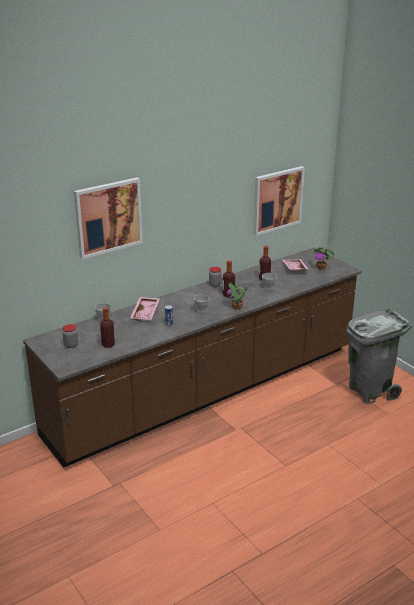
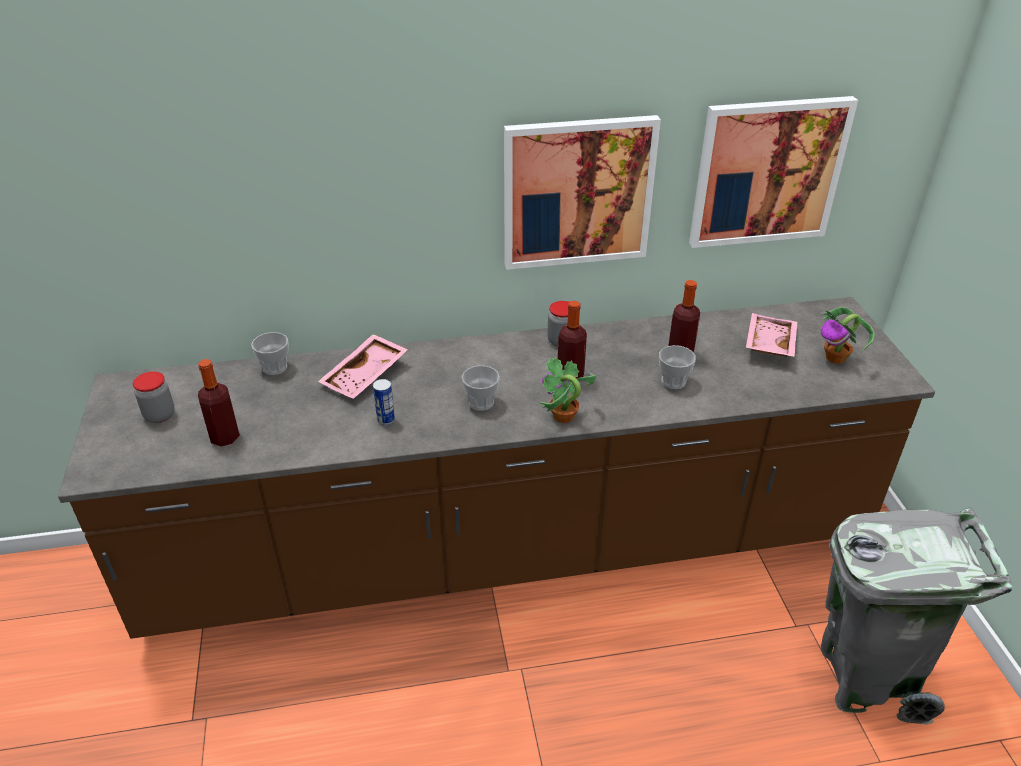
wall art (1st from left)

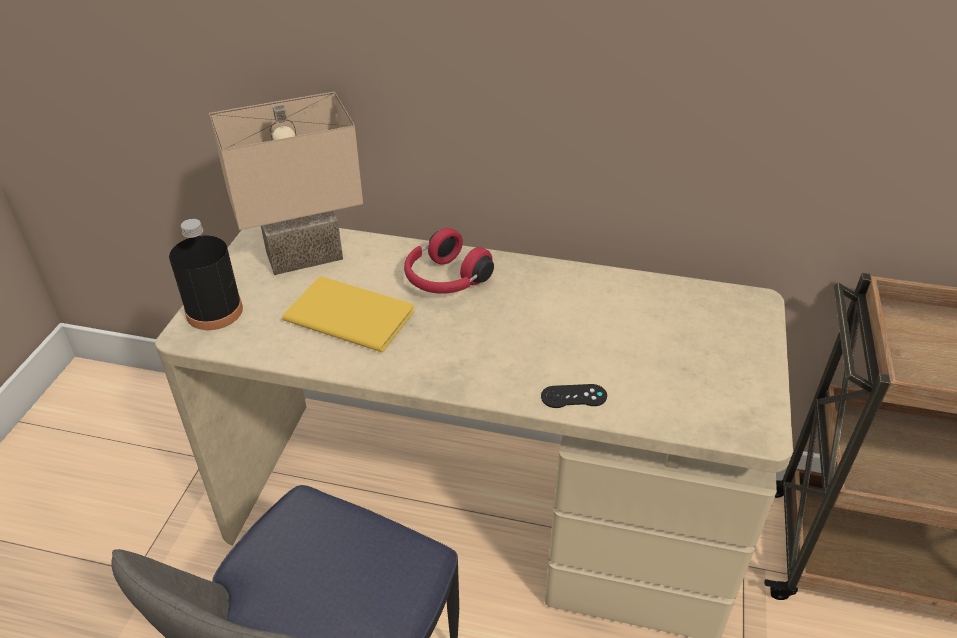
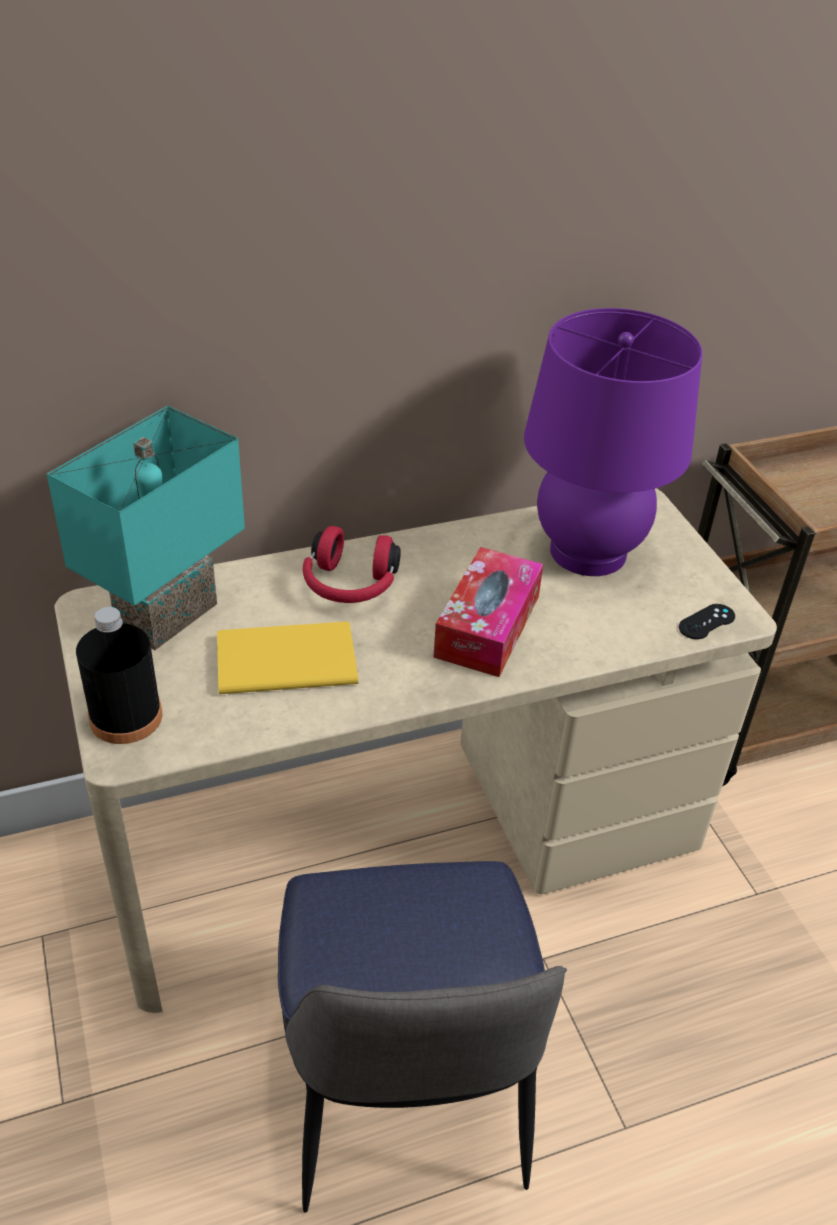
turquoise tabletop lamp
black game controller
tissue box
purple-coloured tabletop lamp

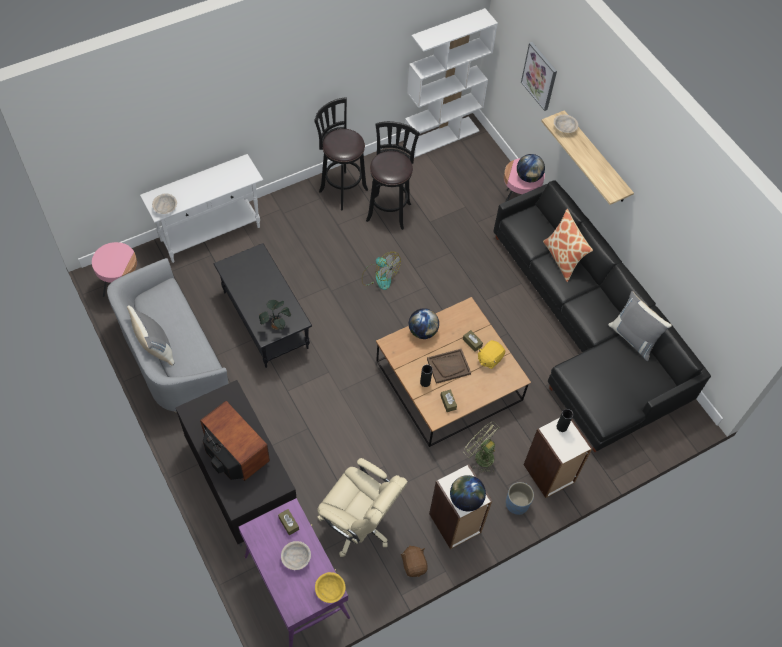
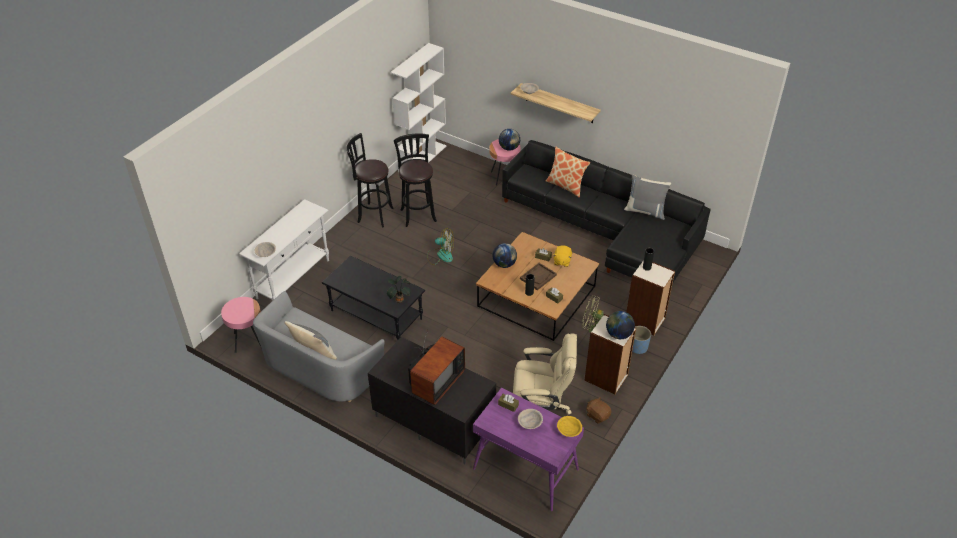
television
wall art

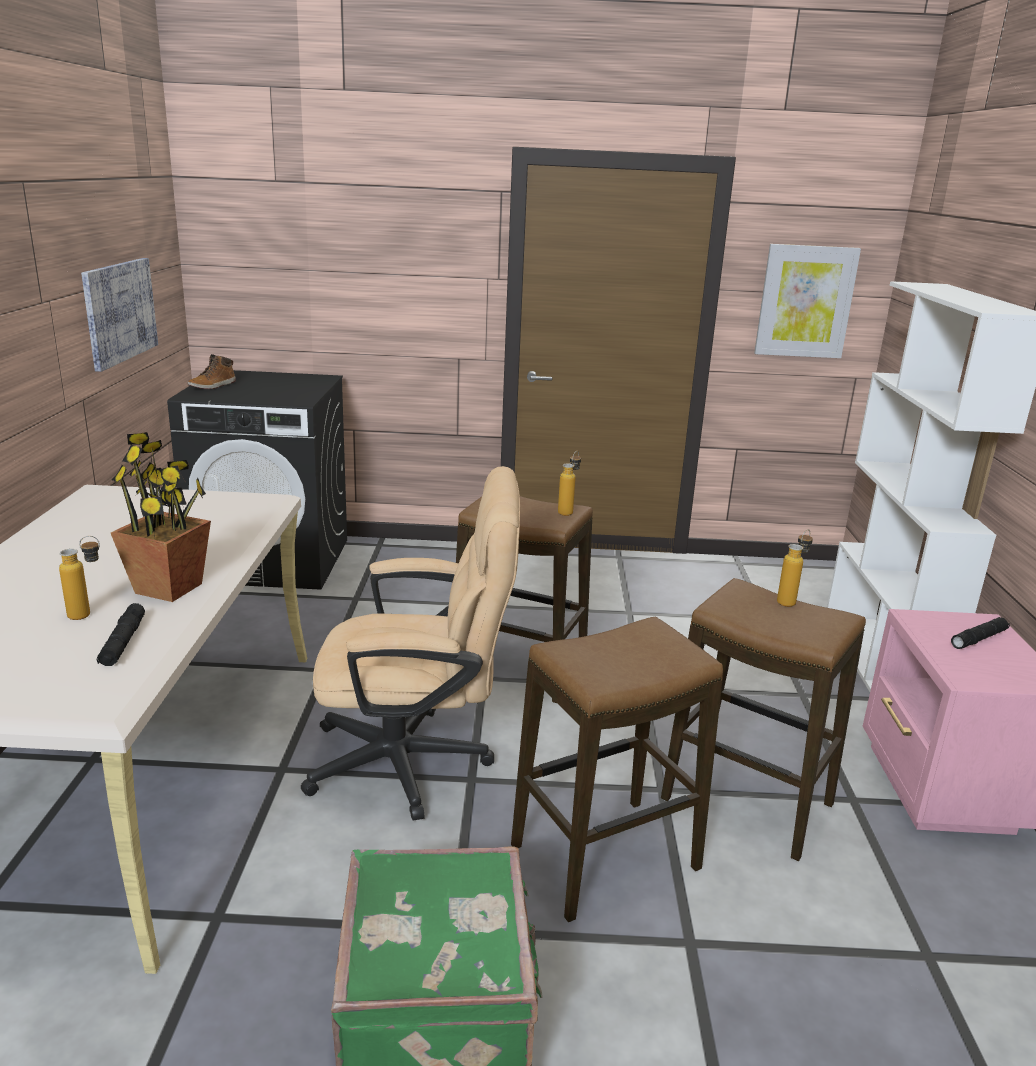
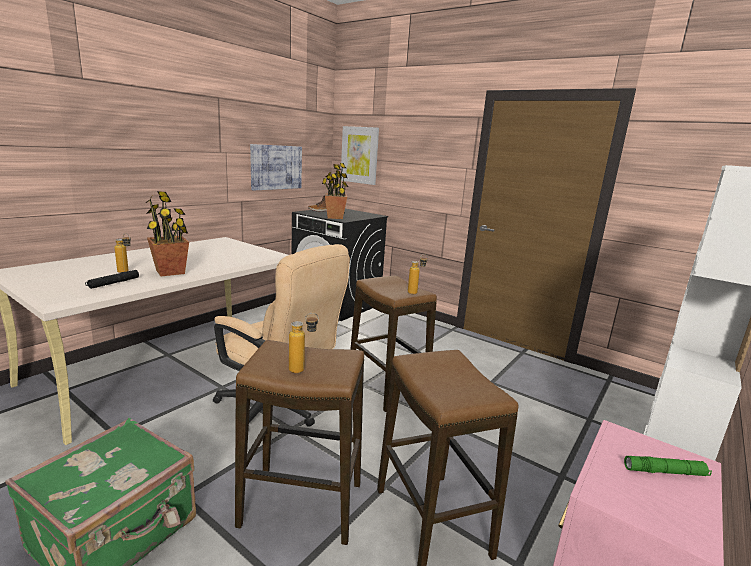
wall art (2nd from left)
beverage bottle (2nd from left)
greenish flashlight
houseplant (2nd from left)

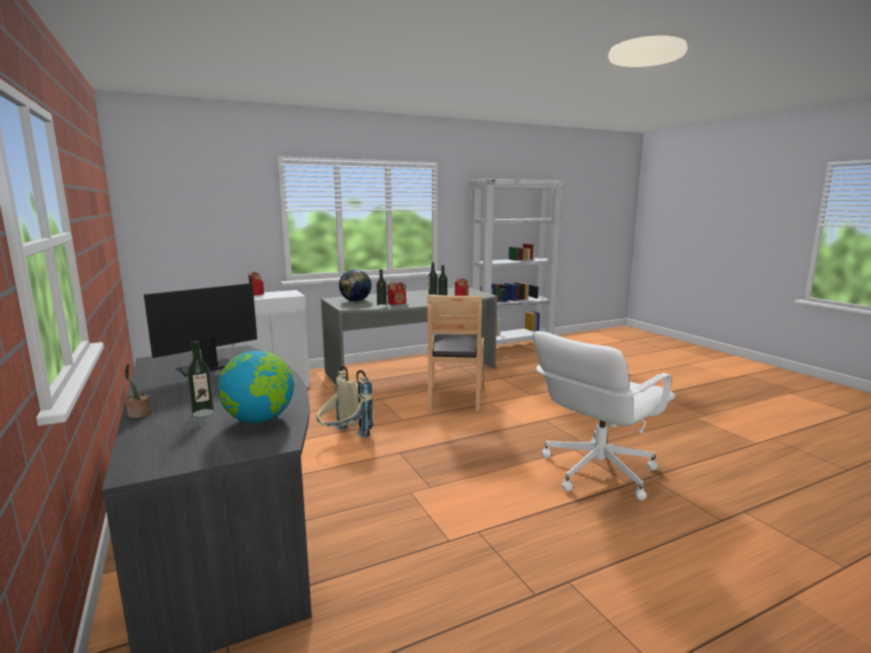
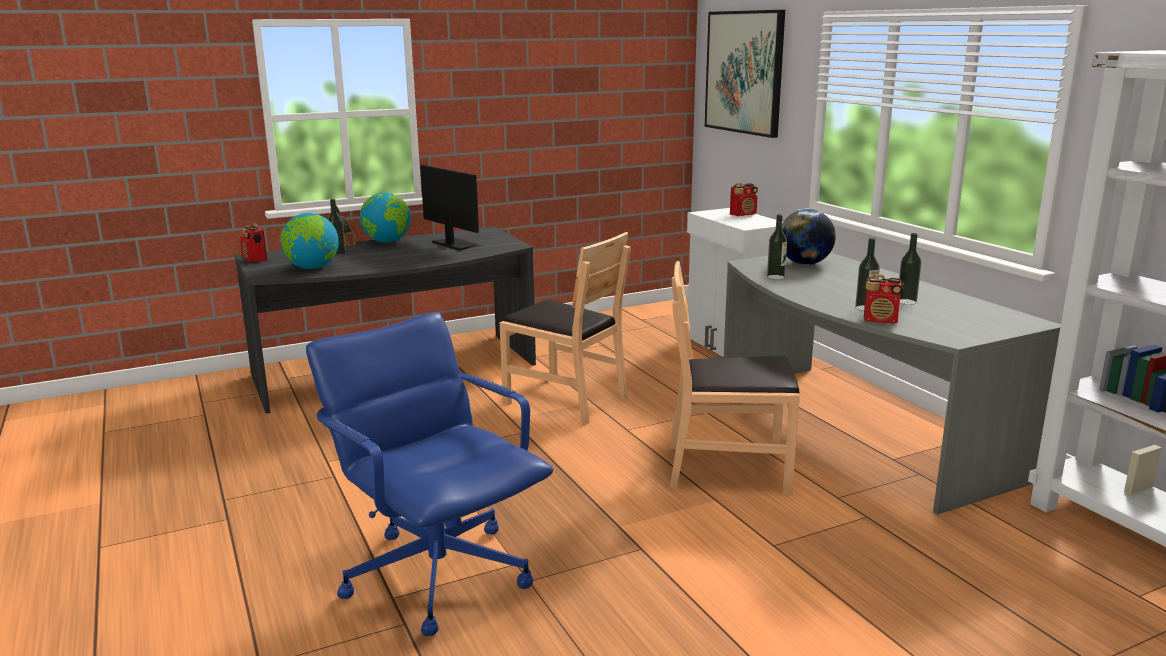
brownish plain chair (1st from left)
radio (1st from left)
bluish desk chair
globe (2nd from left)
wall art

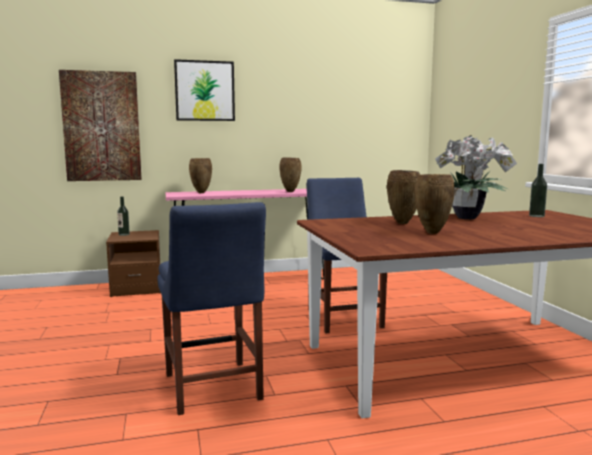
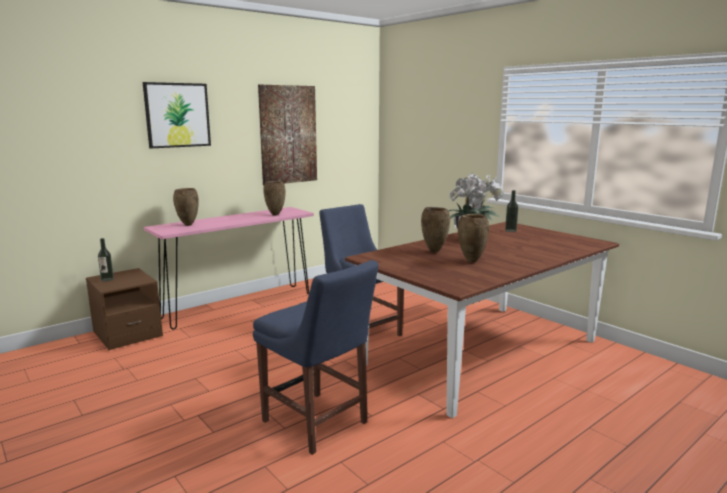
wall art (2nd from left)

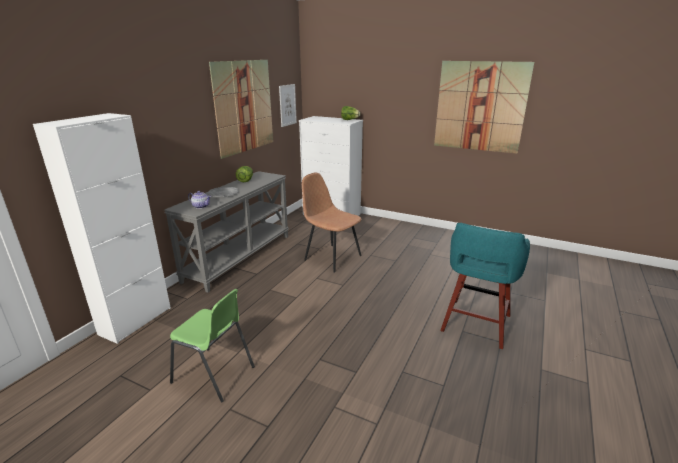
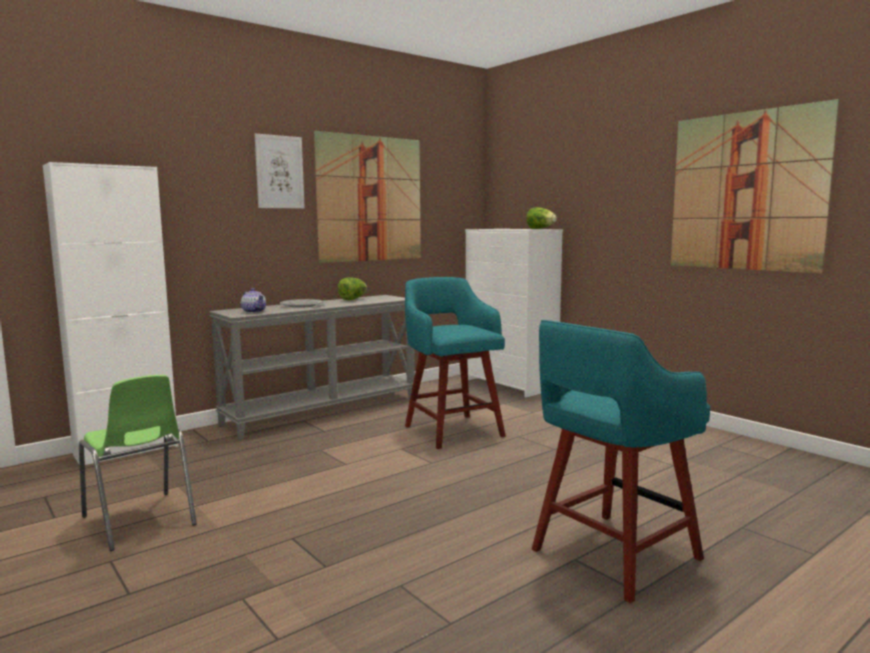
wall art (1st from left)
turquoise stool (1st from left)

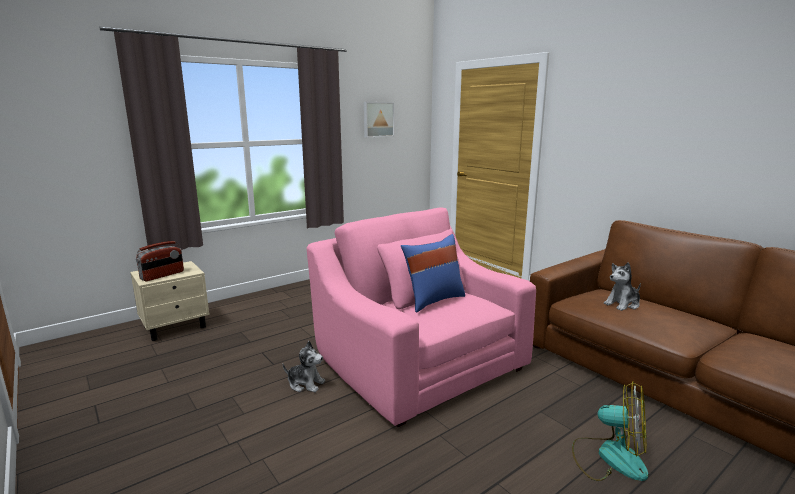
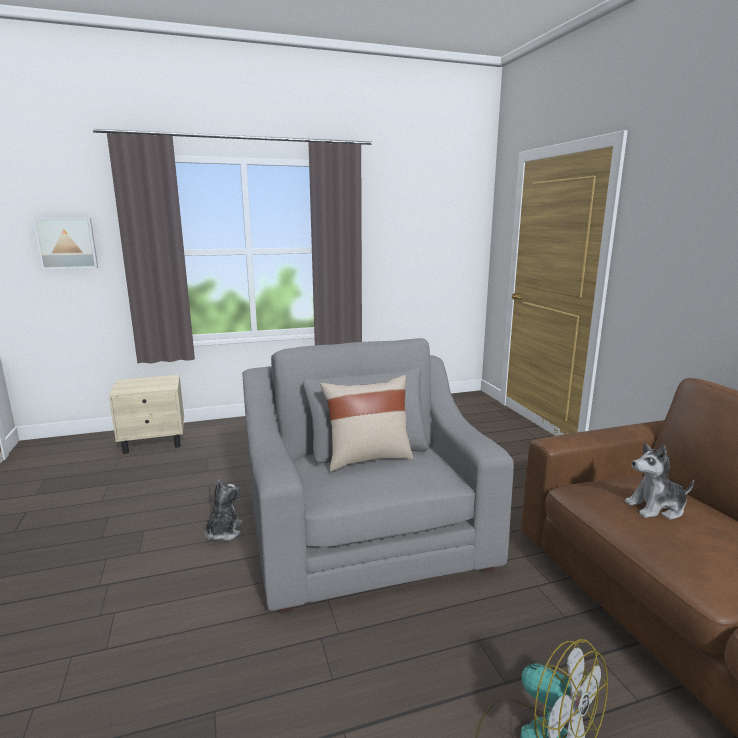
radio
cuddly toy (1st from left)
greyish easy chair
wall art
beige-coloured cushion

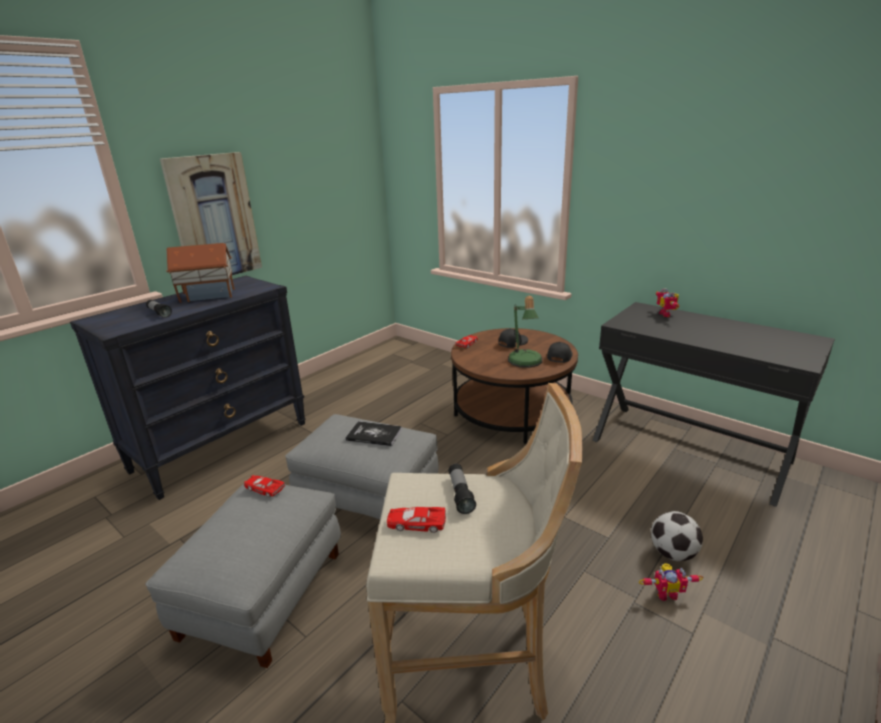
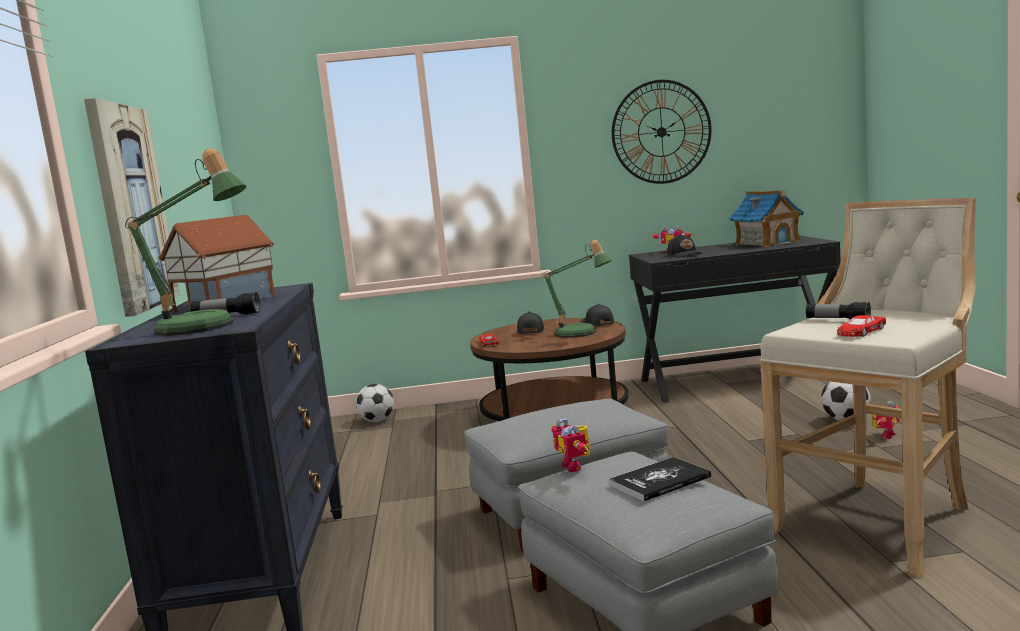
model robot (1st from left)
volume
tabletop lamp (1st from left)
football (1st from left)
hanging clock
black peaked cap (3rd from left)
toy house (2nd from left)

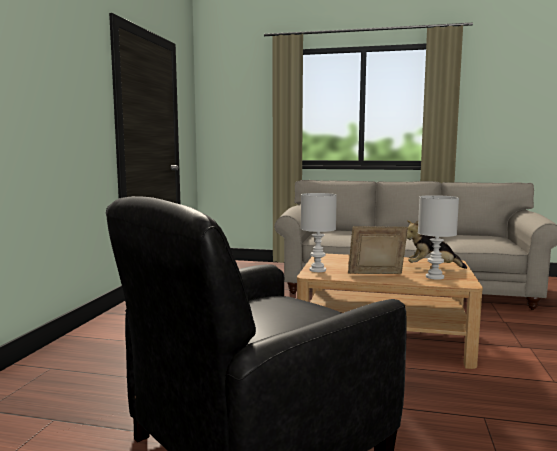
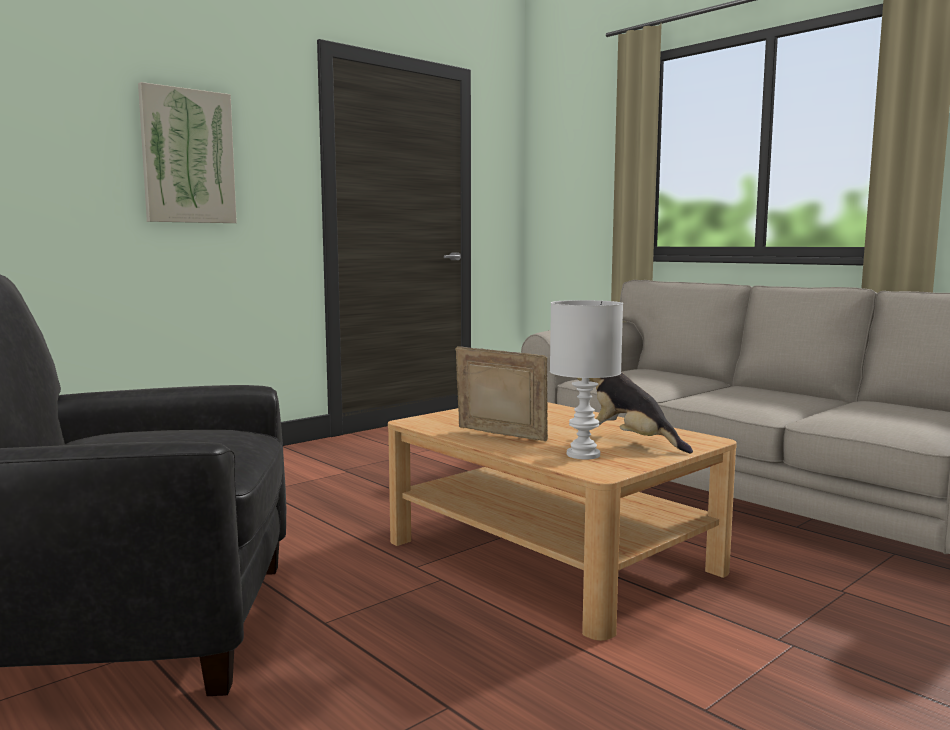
white tabletop lamp (1st from left in the first image)
wall art

